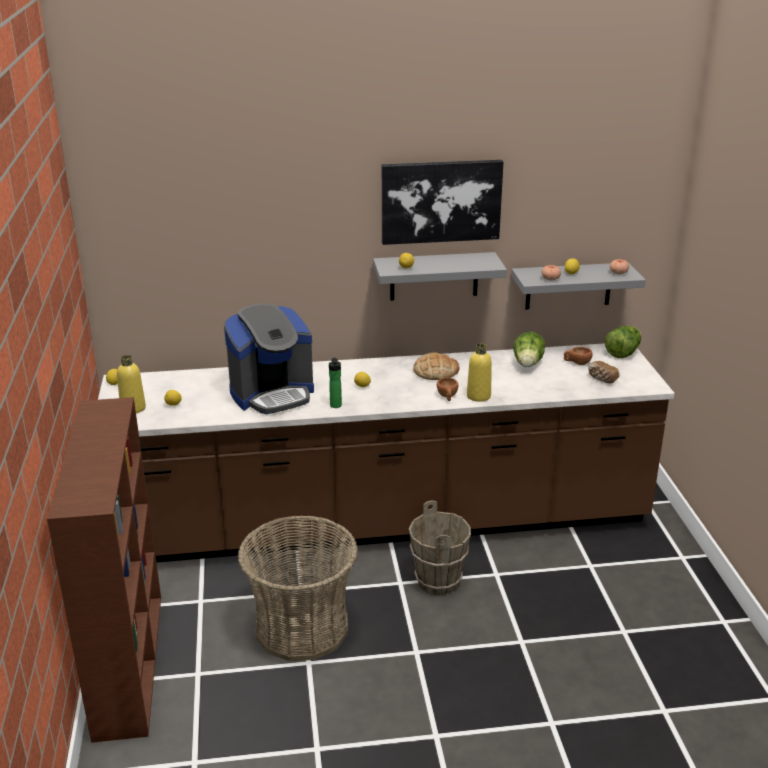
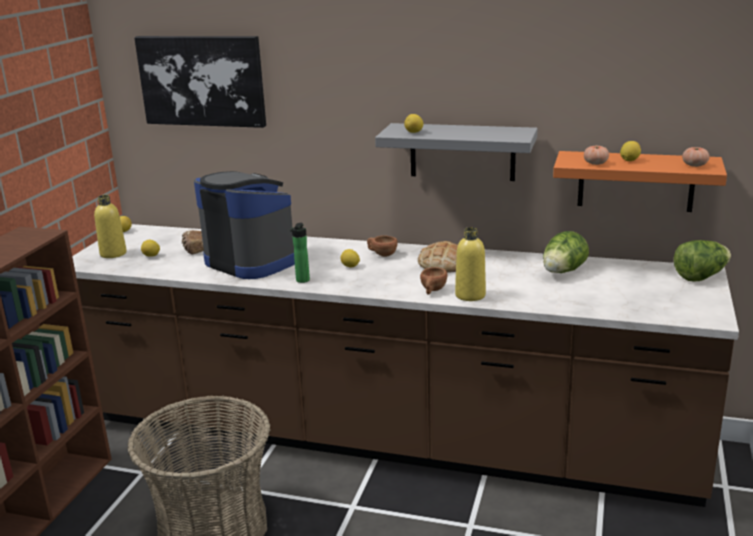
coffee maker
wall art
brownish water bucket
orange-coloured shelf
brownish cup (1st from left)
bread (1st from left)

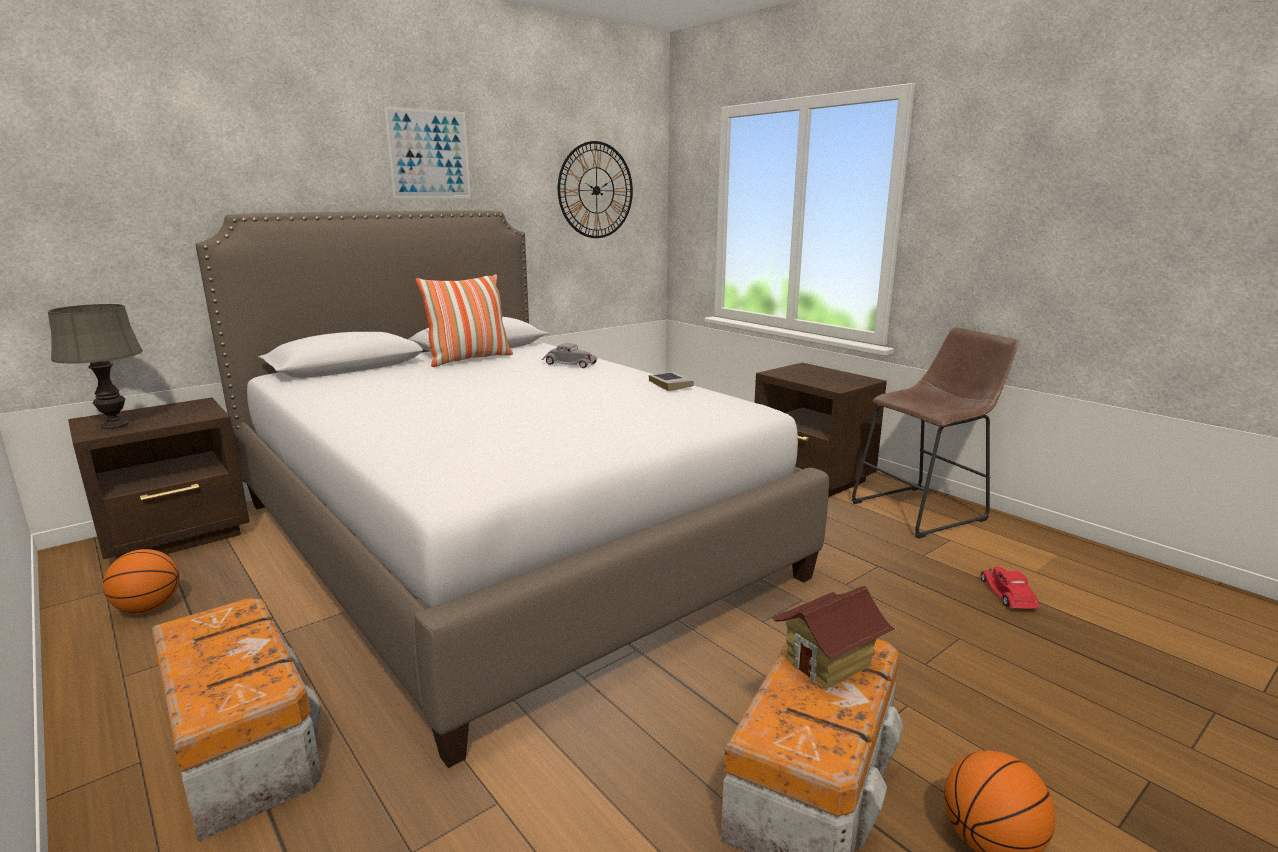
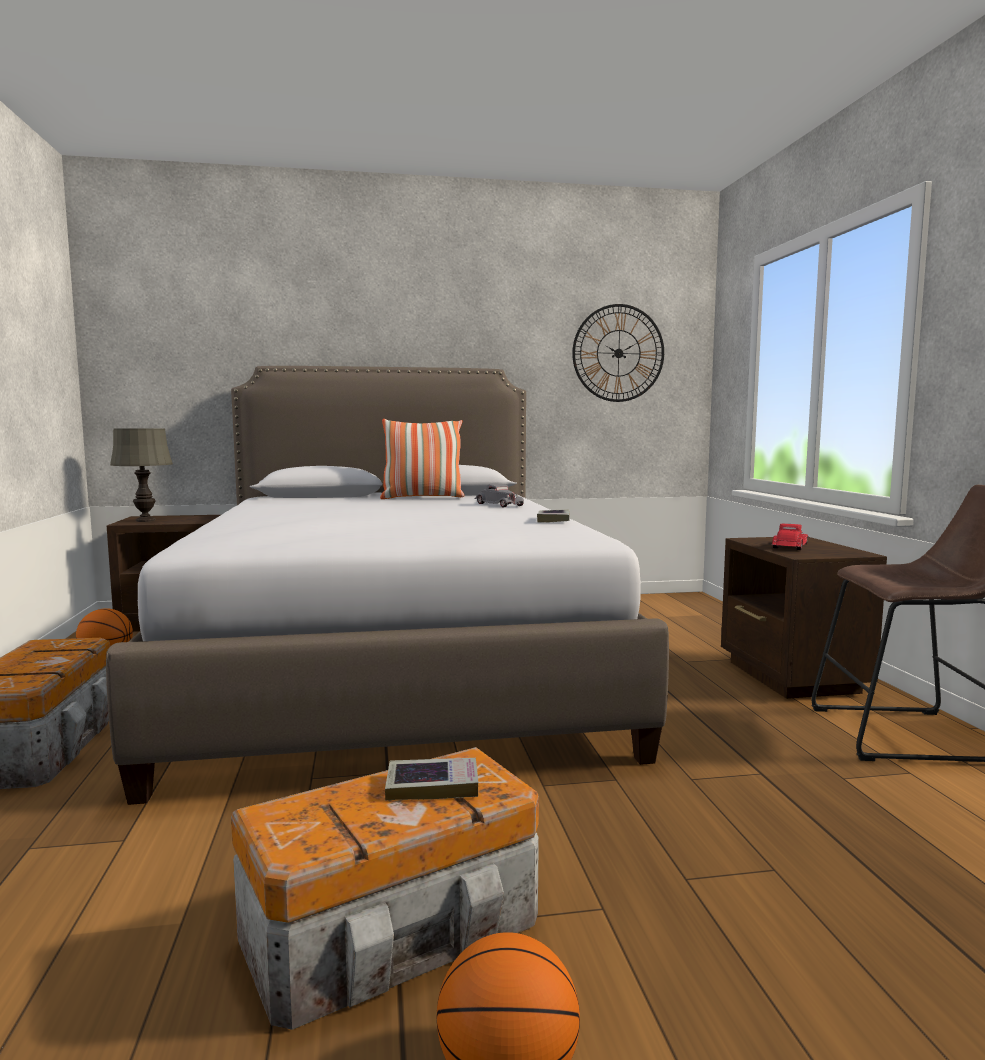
wall art
volume (1st from left)
red model car

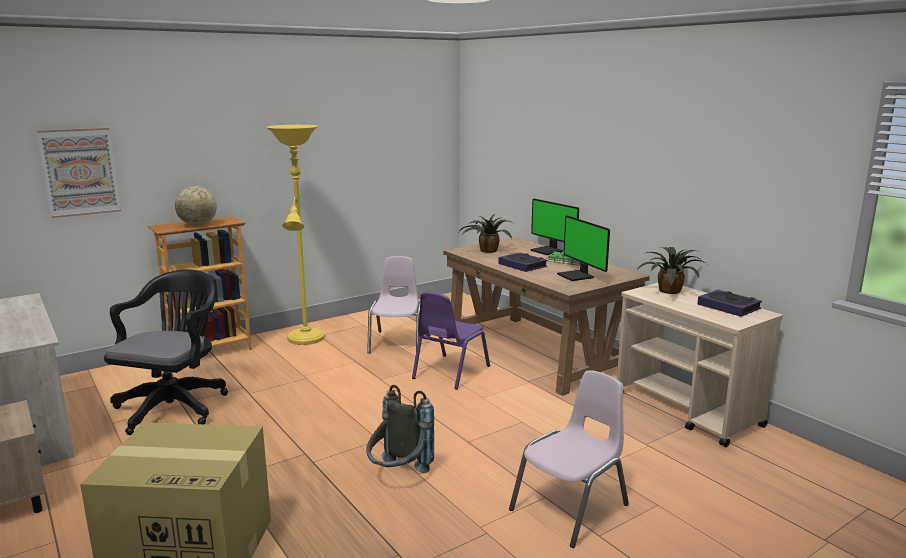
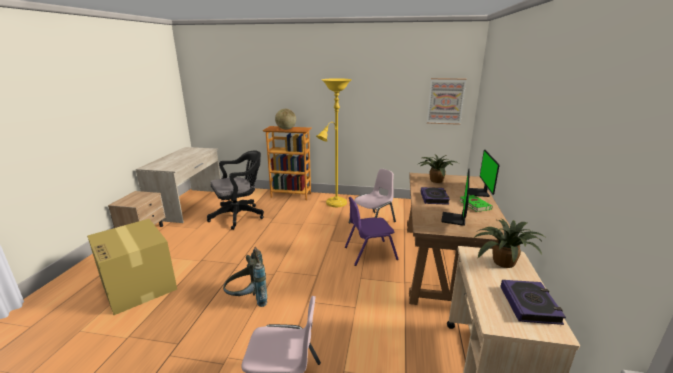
wall art

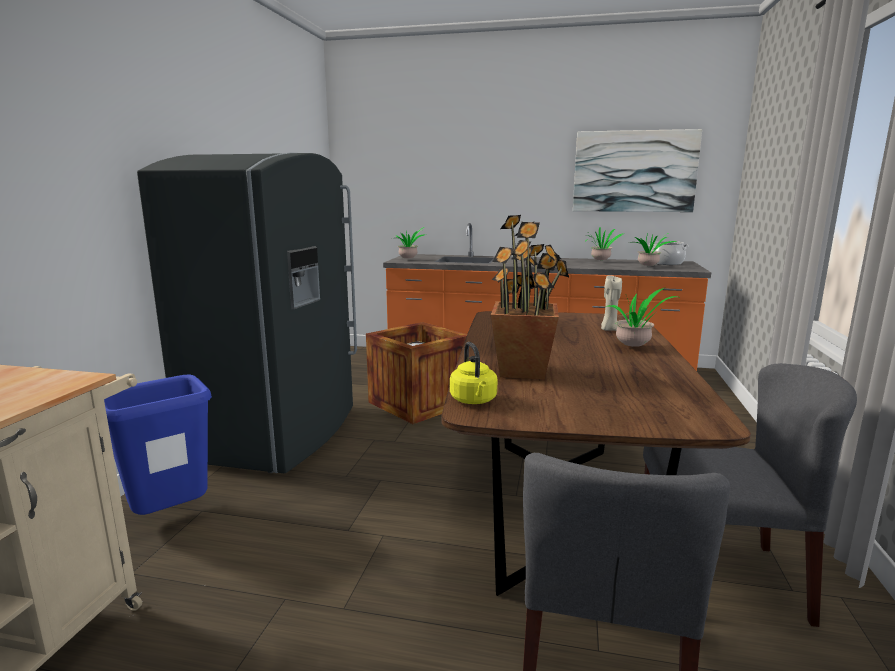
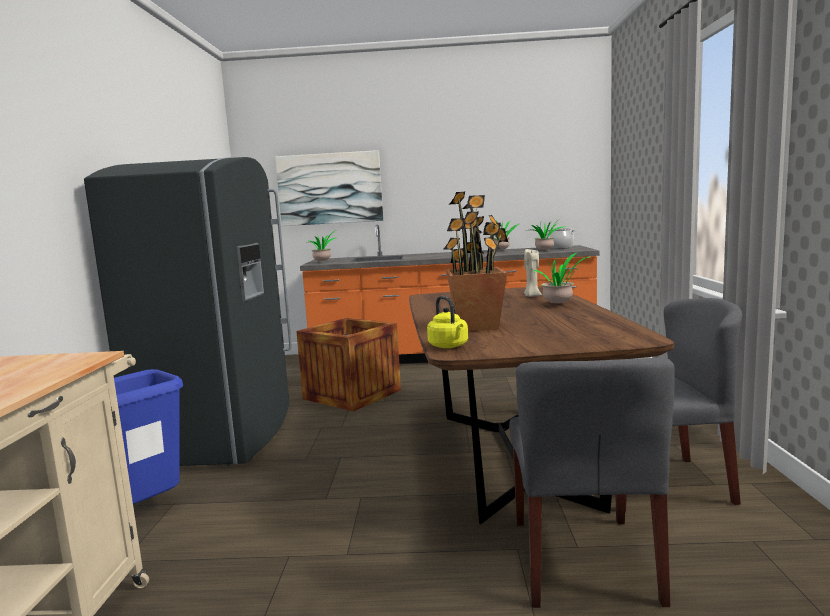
wall art

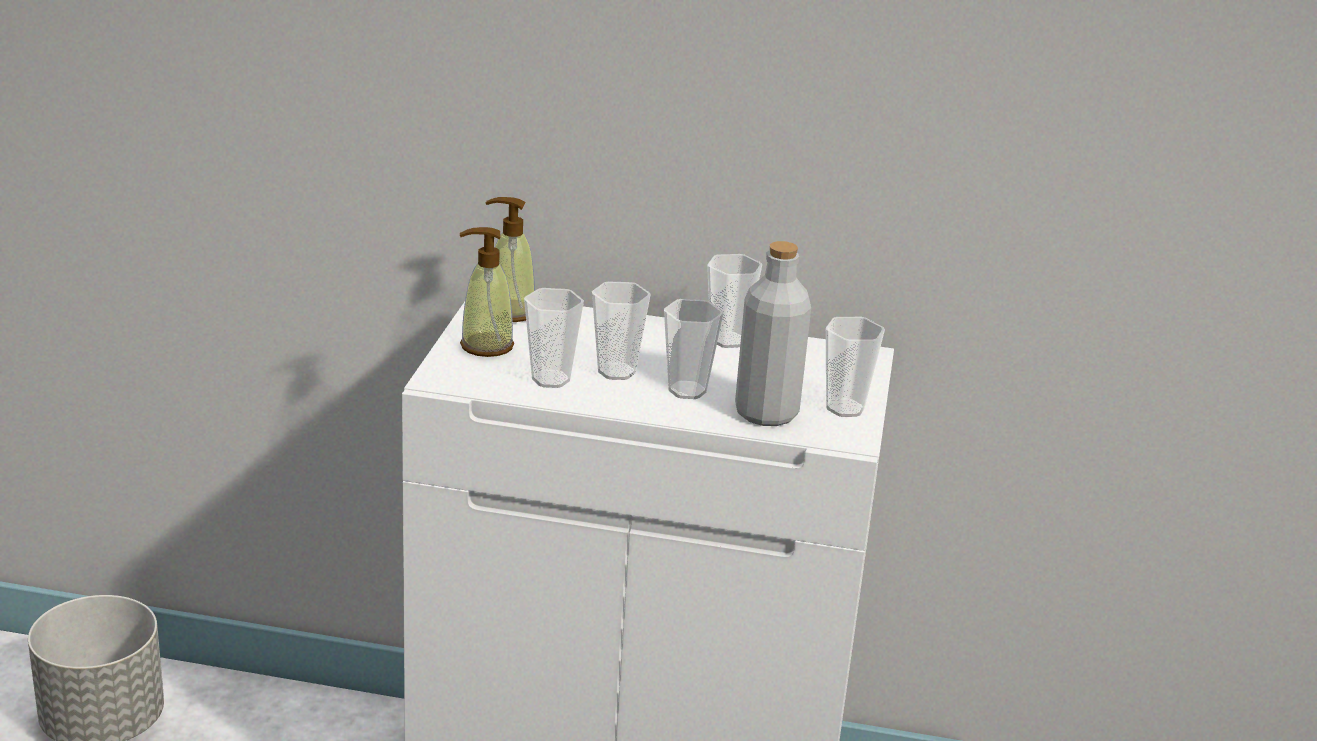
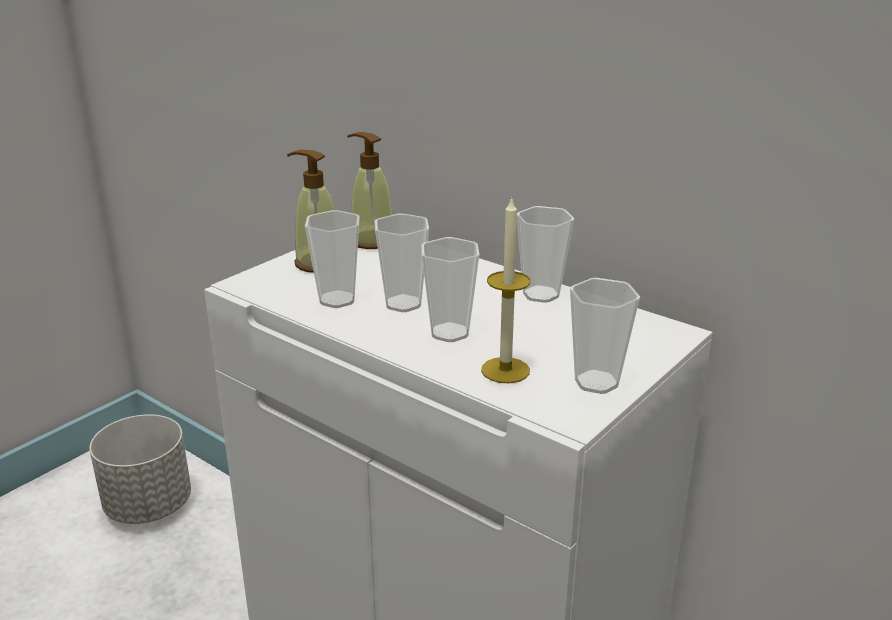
candle

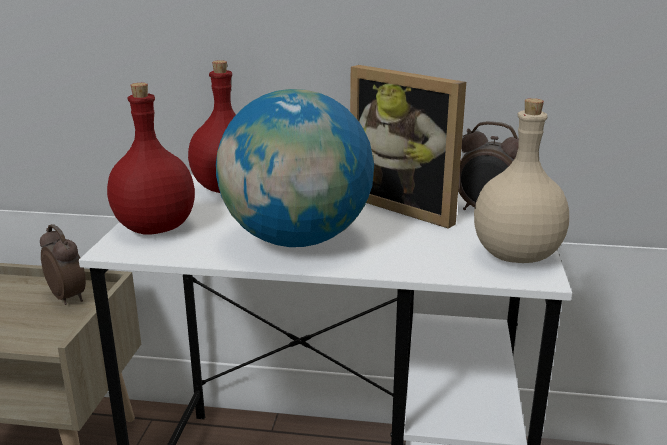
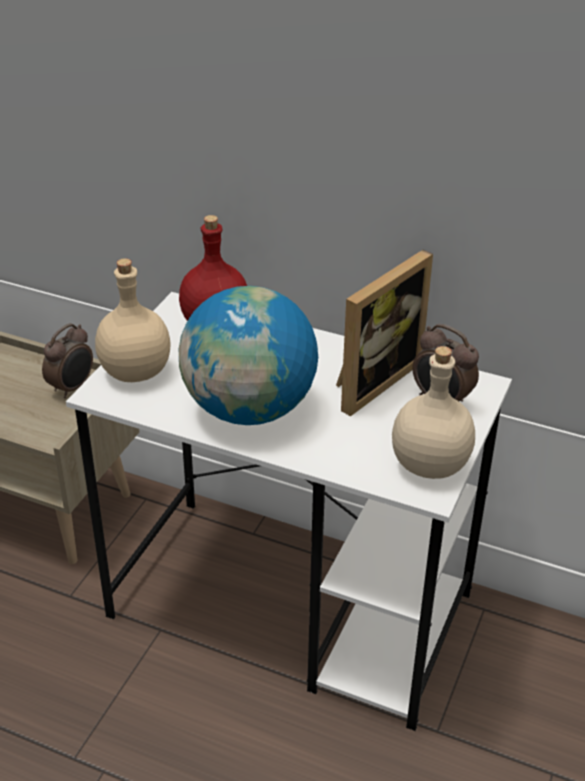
alarm clock (1st from left)
beige-coloured beverage bottle (1st from left)
standing frame

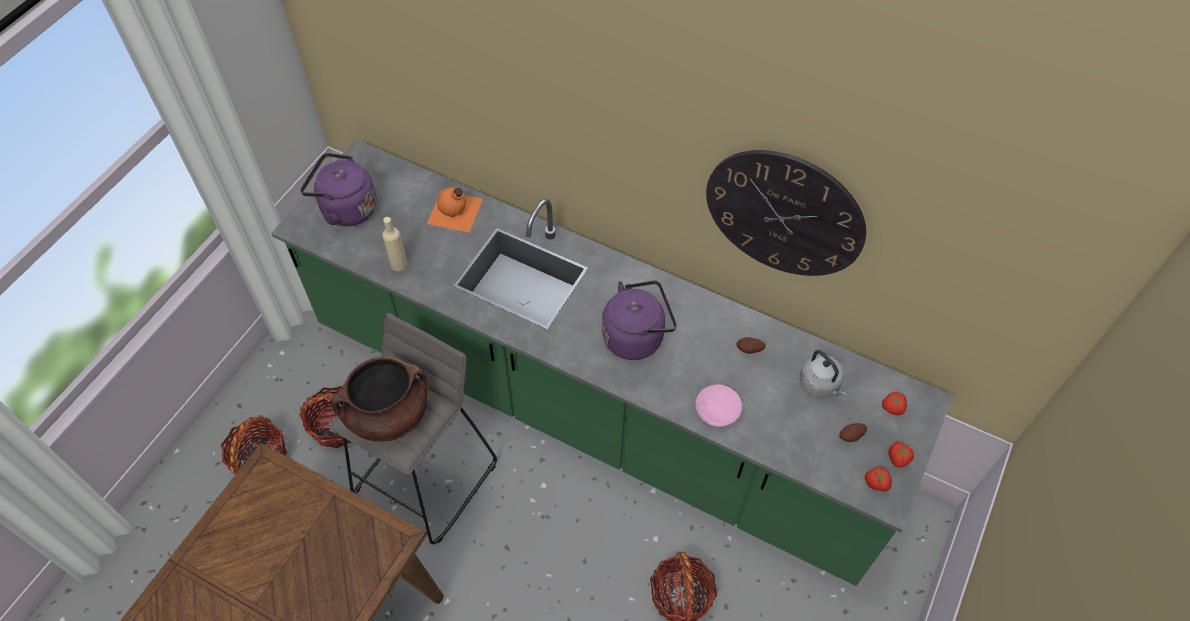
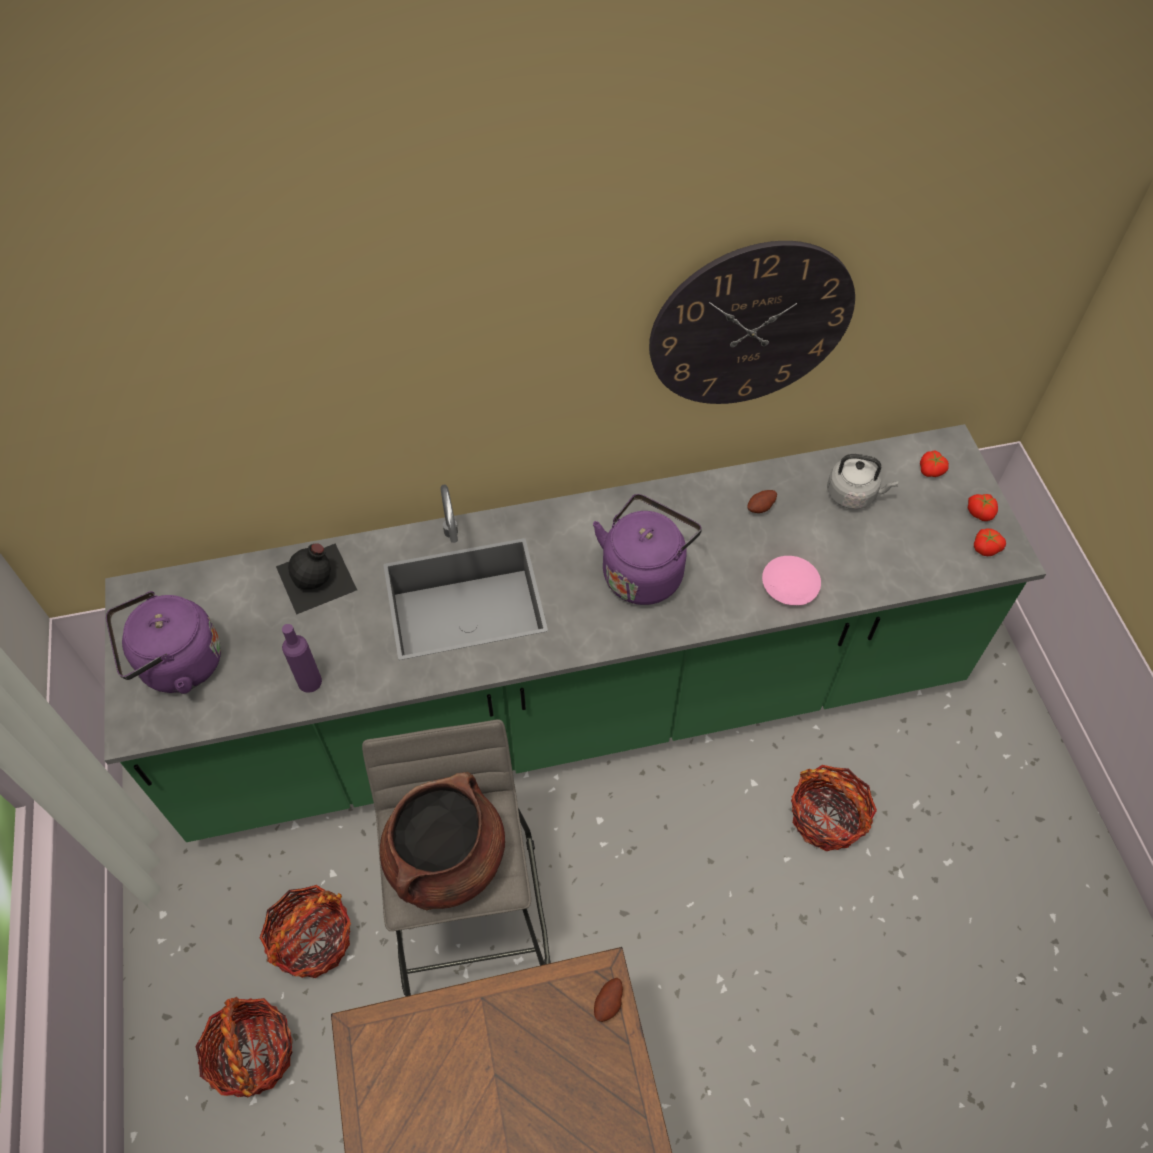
purple-coloured beverage bottle
black beverage bottle
potato (1st from left)

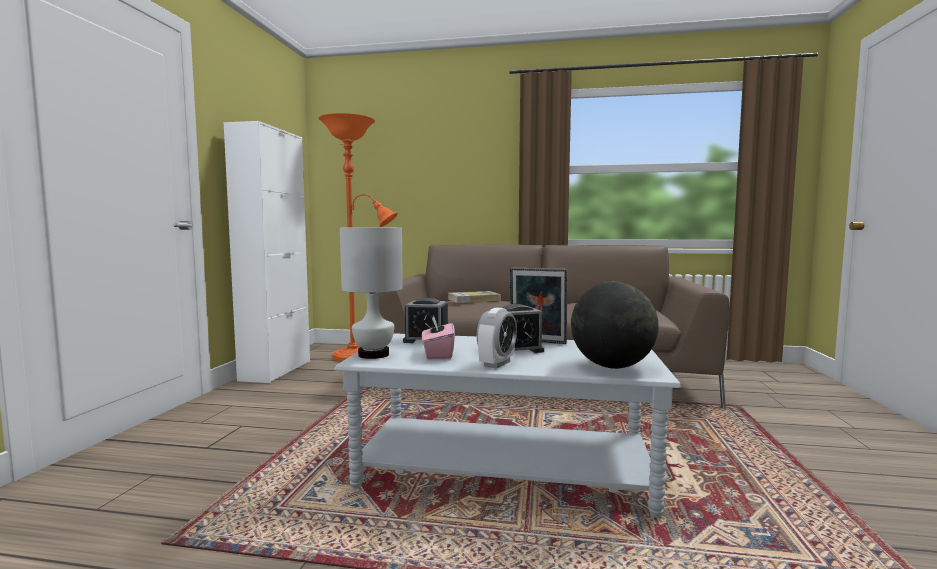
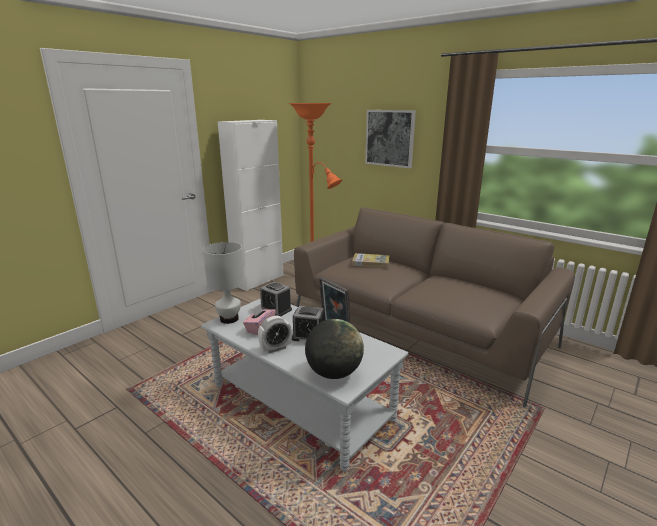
wall art

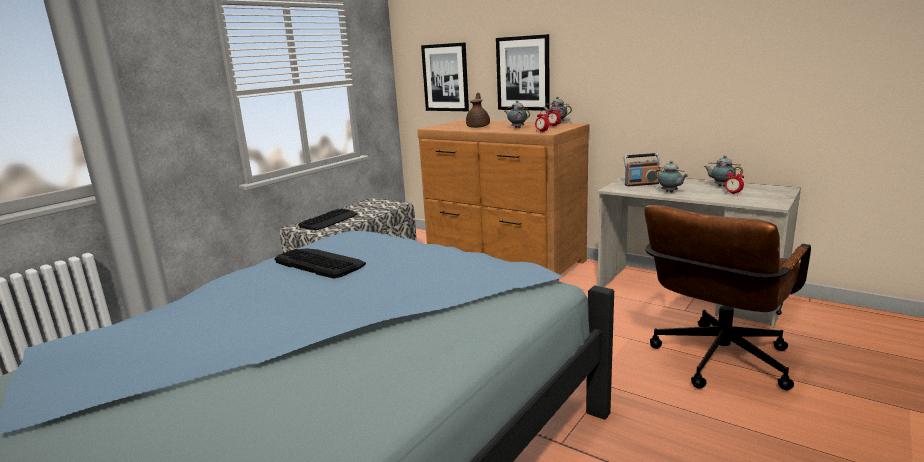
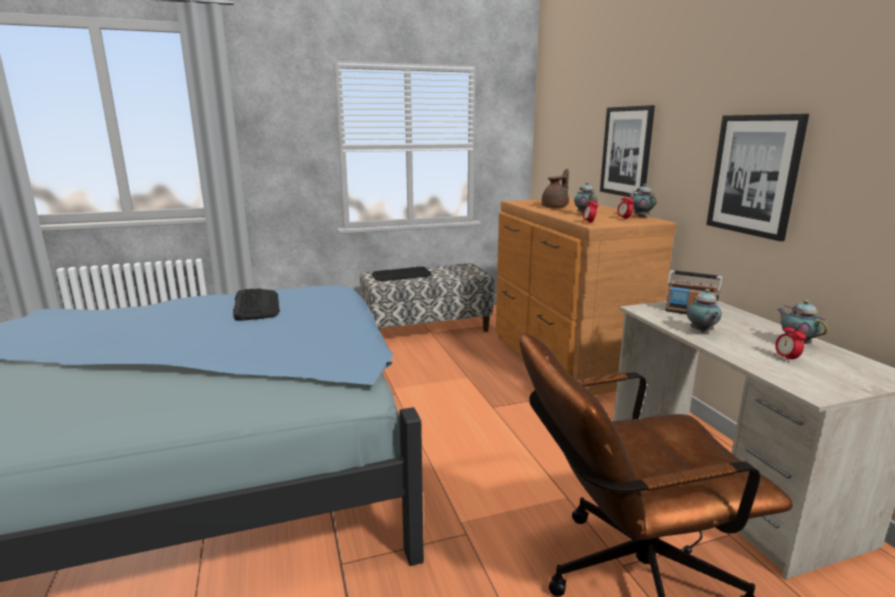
wall art (2nd from left)

